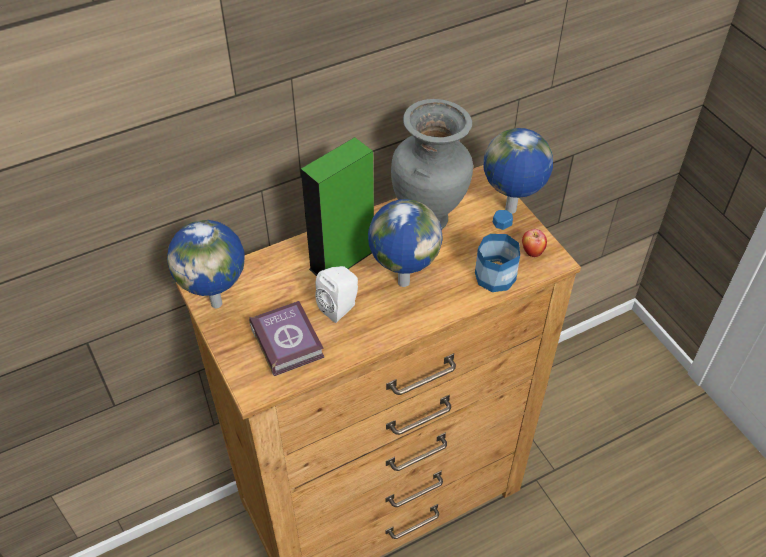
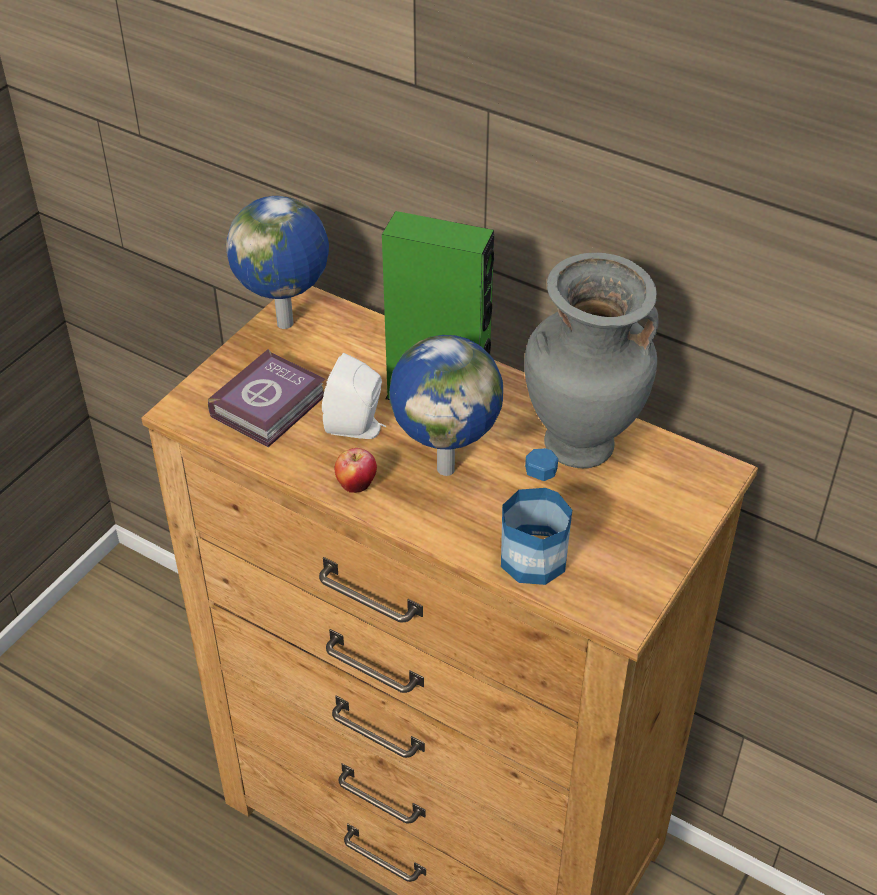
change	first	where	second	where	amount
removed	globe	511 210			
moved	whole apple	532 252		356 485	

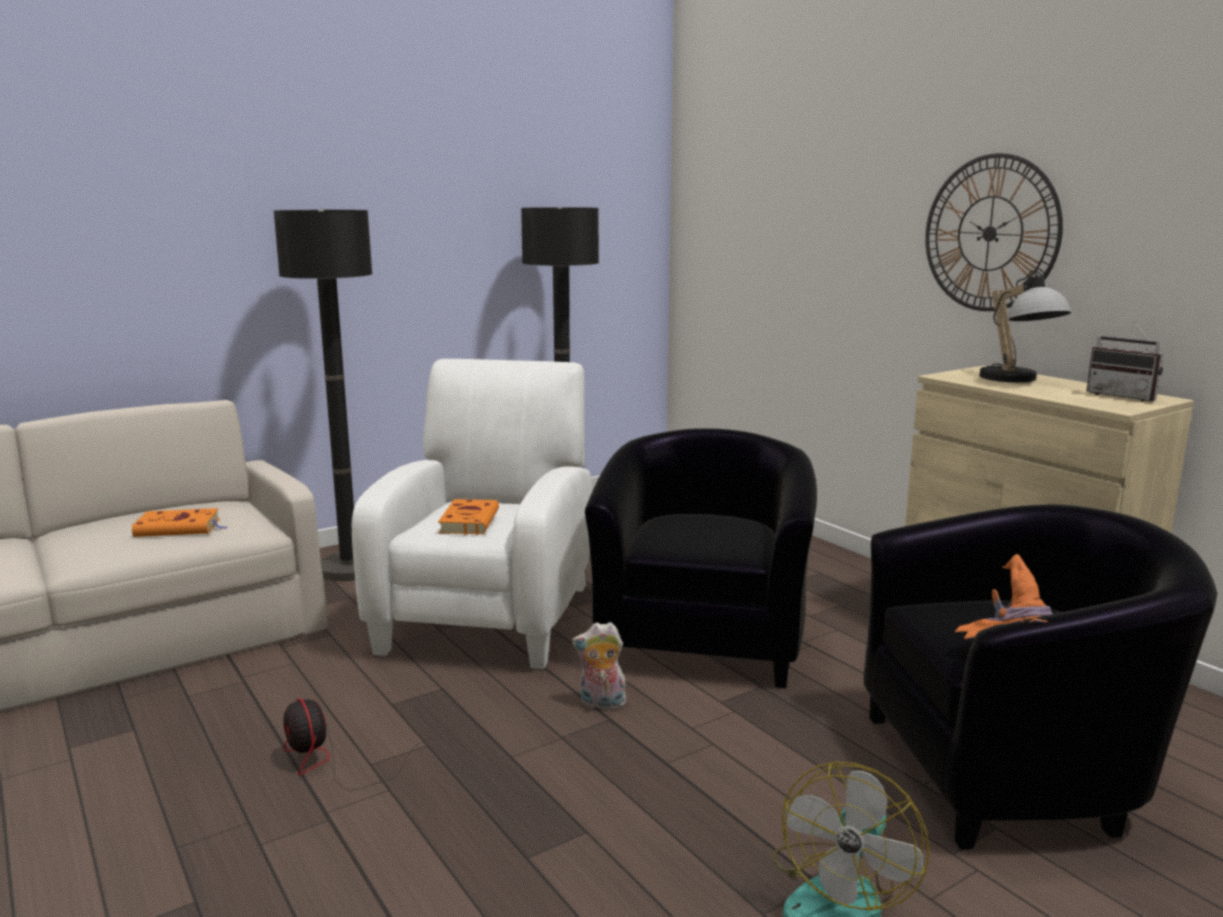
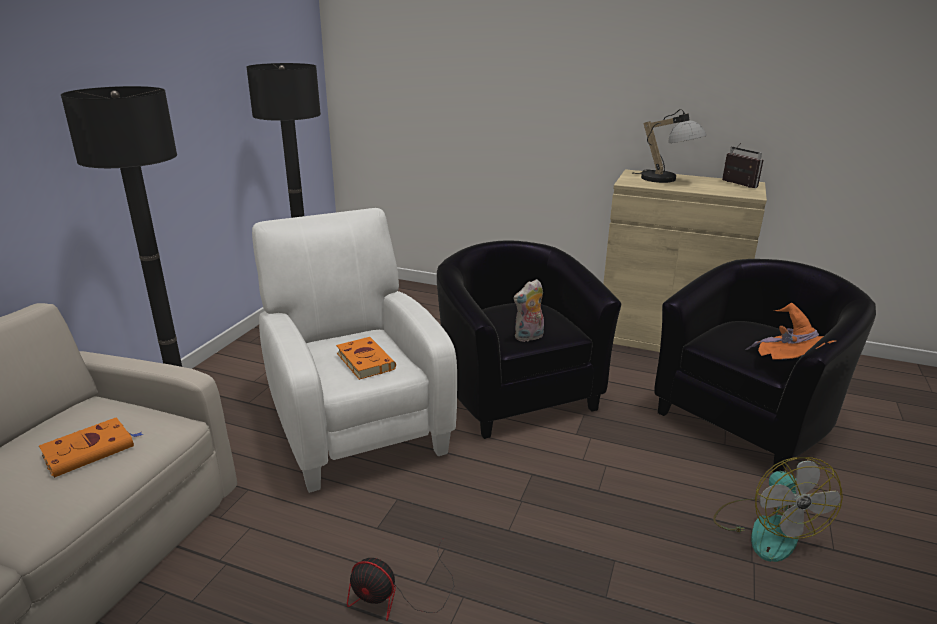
change	first	where	second	where	amount
moved	plush toy	601 704		529 337	
removed	clock on the wall	990 233			
turned	radio	1124 396		736 185	135 degrees counterclockwise

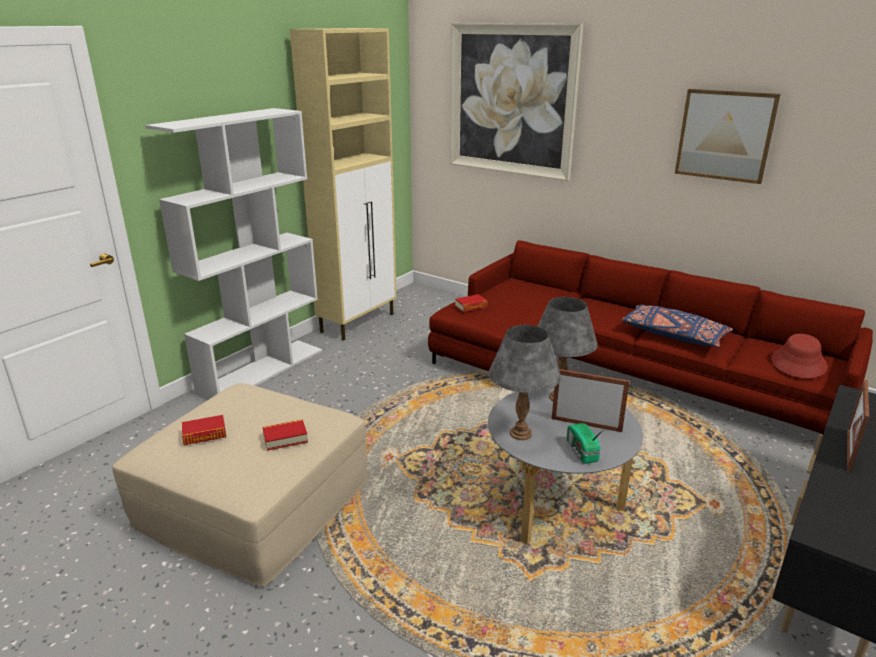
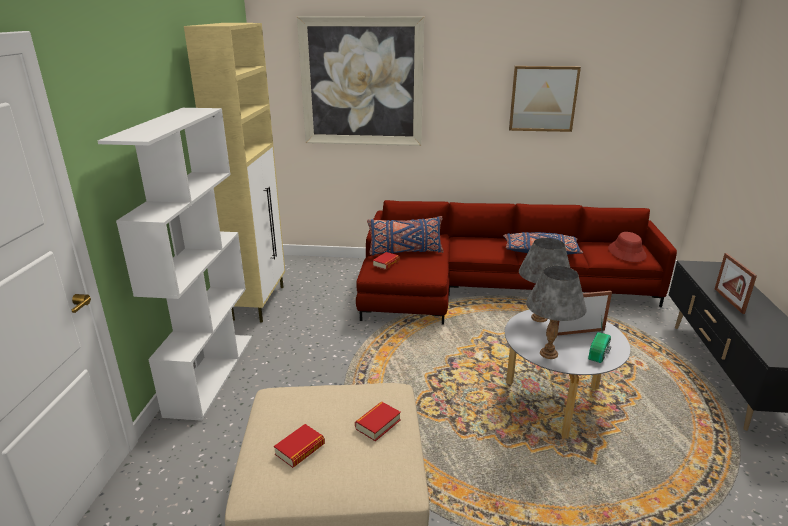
change	first	where	second	where	amount
turned	radio	581 452		599 353	105 degrees counterclockwise
added			blue-coloured pillow	405 251	

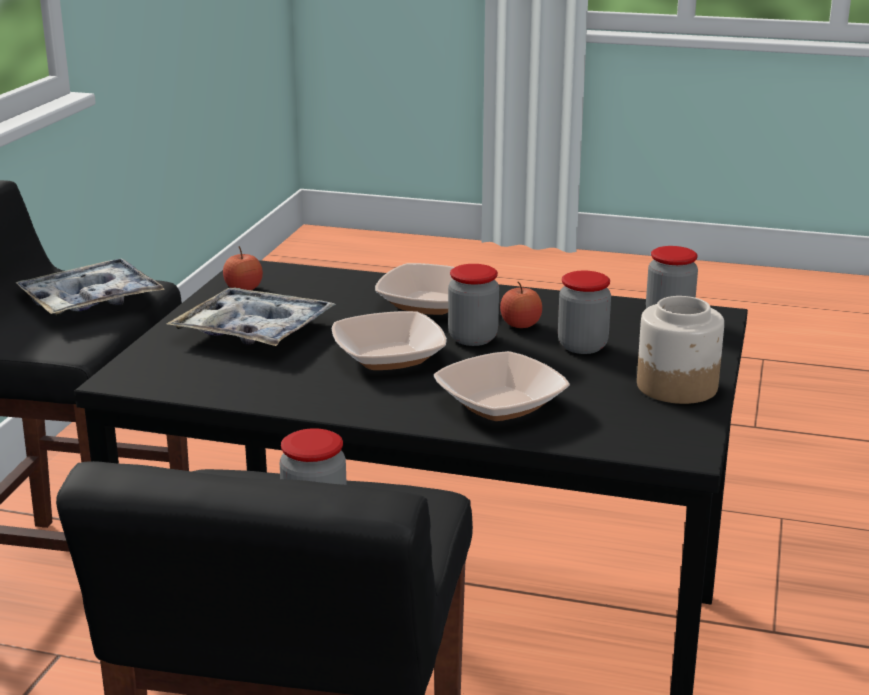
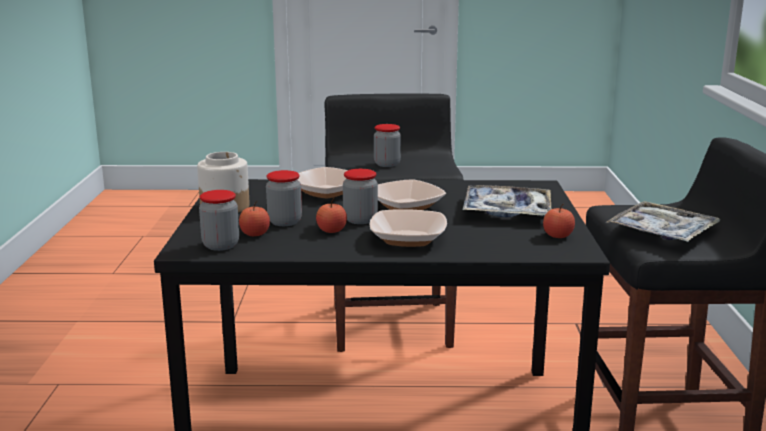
change	first	where	second	where	amount
added			whole apple	255 234	

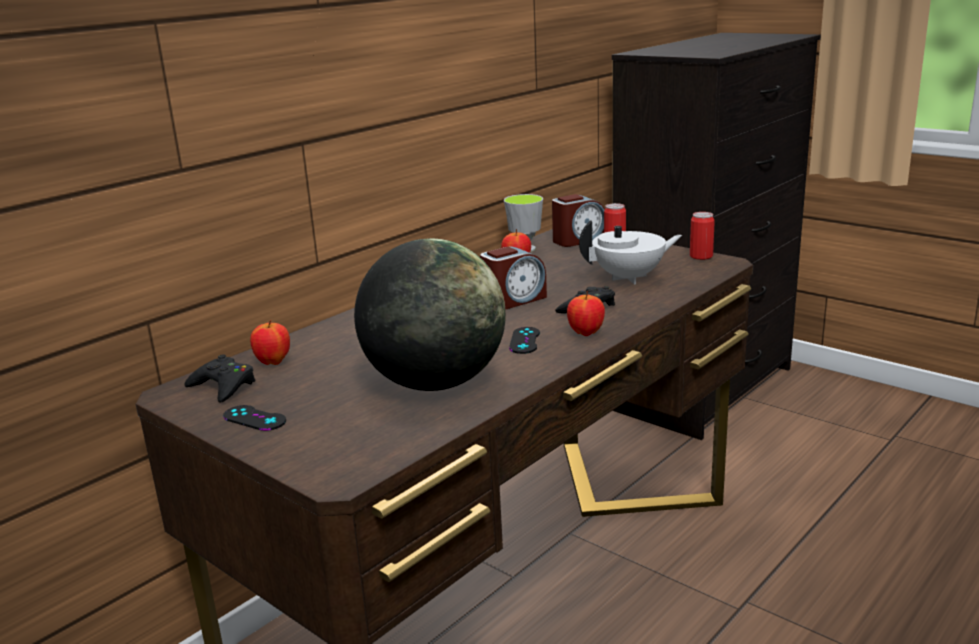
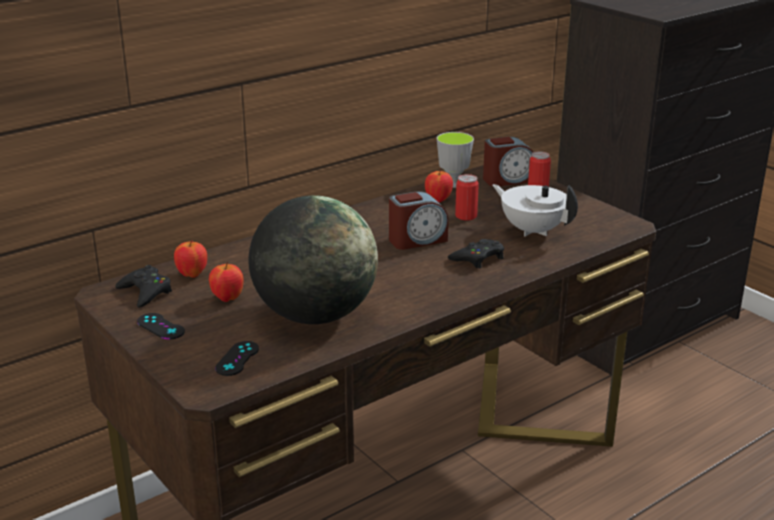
change	first	where	second	where	amount
moved	black-coloured gamepad	524 340		237 359	
moved	whole apple	586 333		227 298	
turned	white-coloured teapot	629 278		532 230	135 degrees counterclockwise
moved	metal can	701 256		466 216	

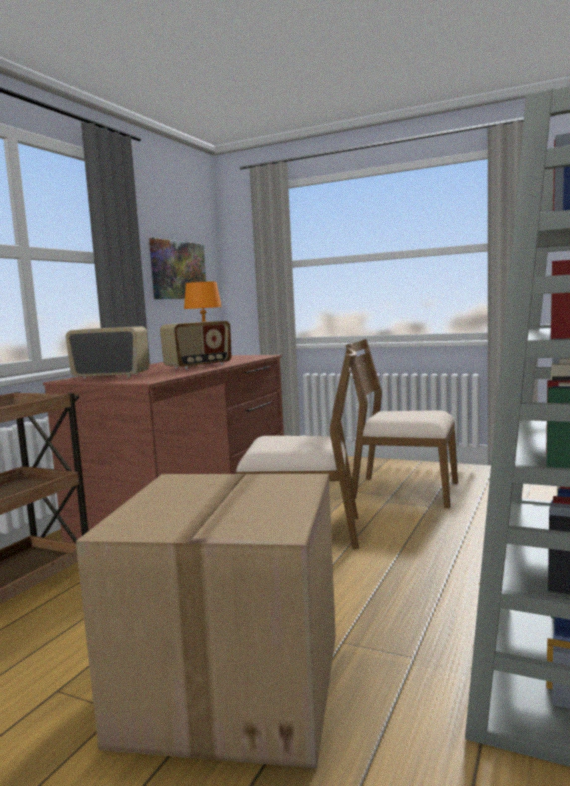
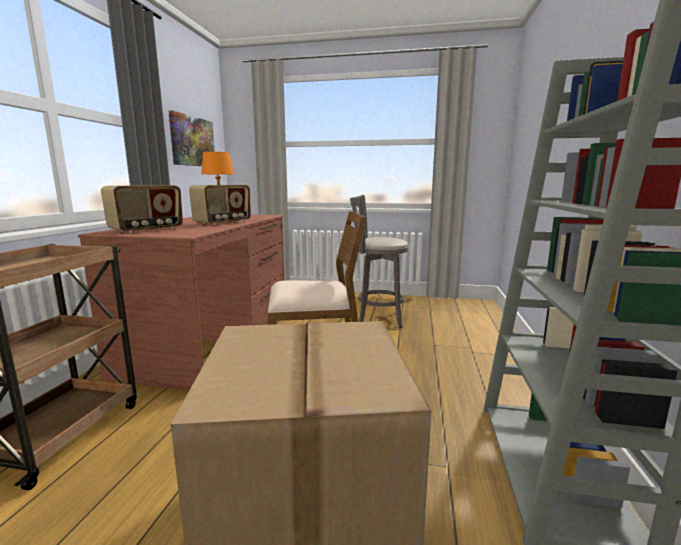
change	first	where	second	where	amount
turned	radio	111 376		147 230	135 degrees clockwise
replaced	brownish plain chair	404 491	gray stool	377 318	

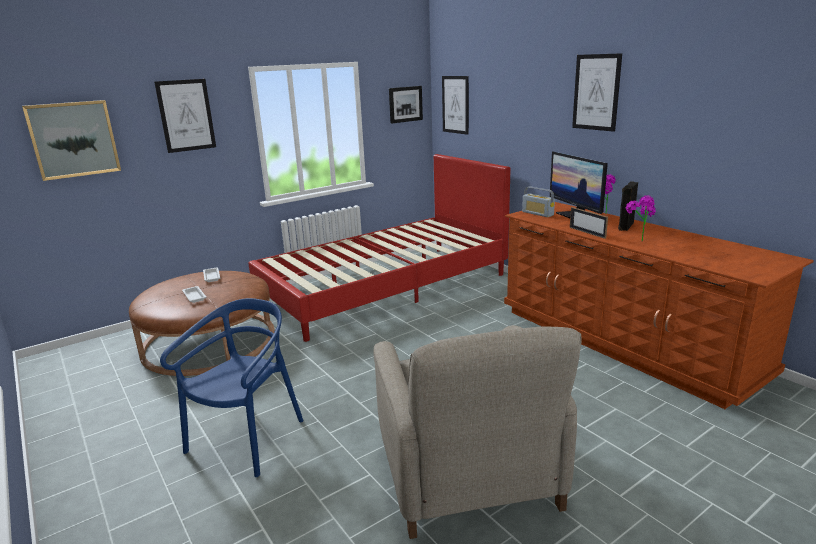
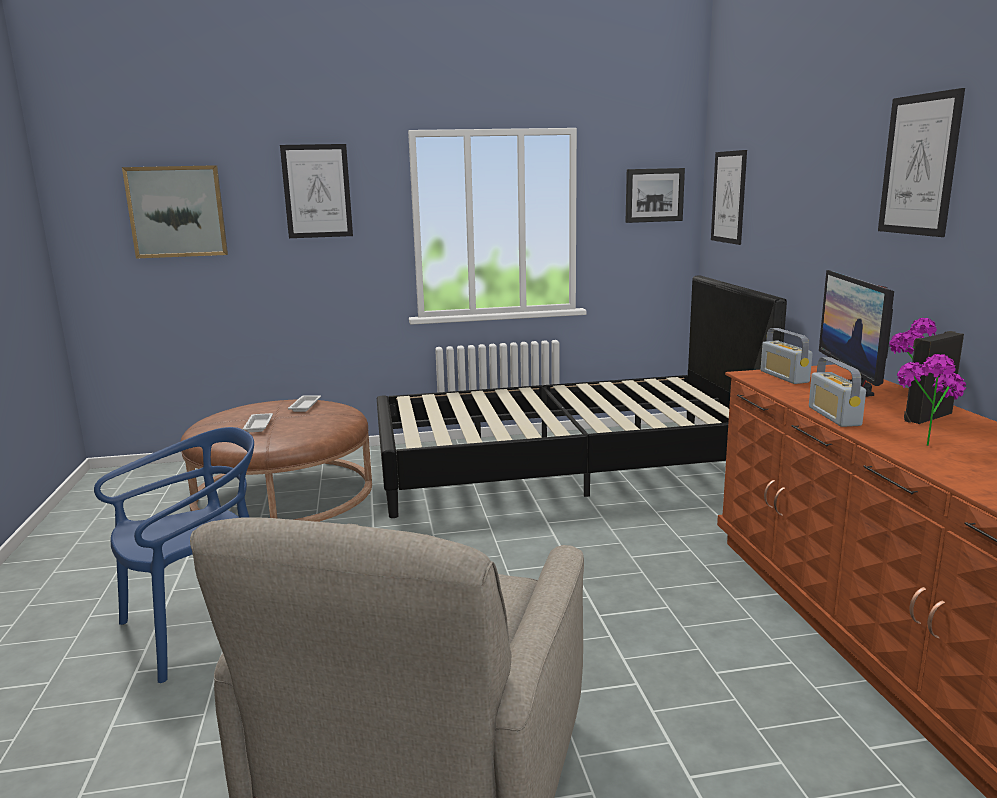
change	first	where	second	where	amount
recoloured	reddish bedroom bed	385 287	black-coloured bedroom bed	563 467	
replaced	picture frame	587 232	radio	834 416	

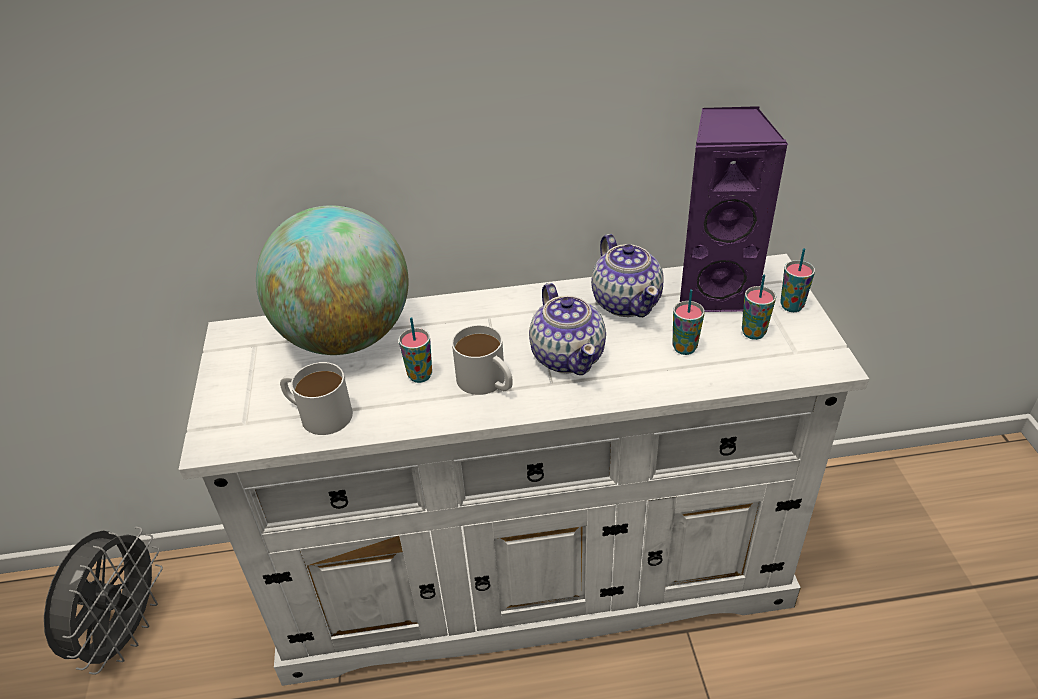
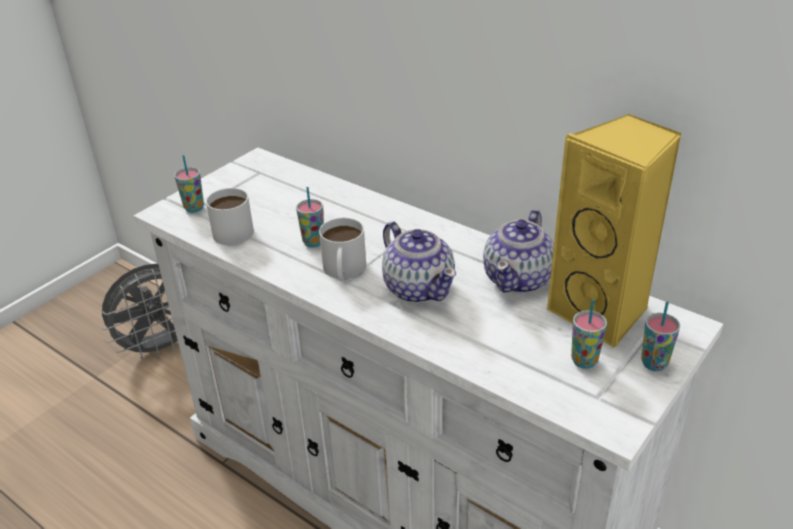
change	first	where	second	where	amount
removed	globe	346 337			
turned	teapot	568 356		419 288	60 degrees counterclockwise
moved	drinking cup	684 348		194 208	
recoloured	purple loudspeaker	714 292	yellowish loudspeaker	602 313	

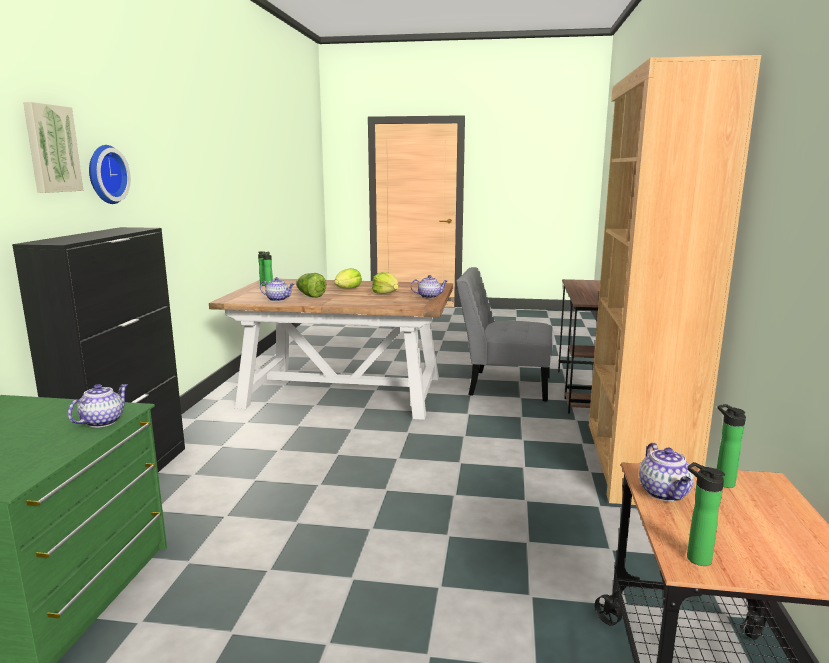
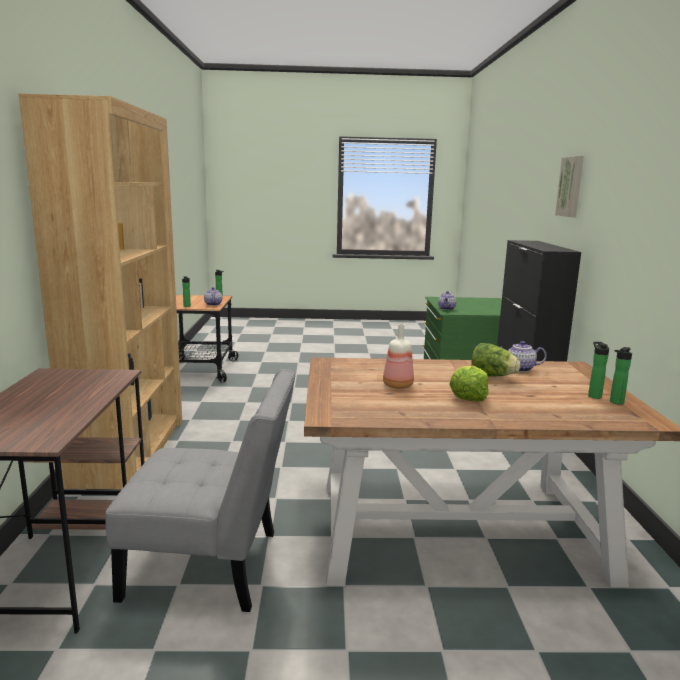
change	first	where	second	where	amount
removed	clock on the wall	105 174			
replaced	lettuce	386 293	bottle	398 386	
removed	teapot	429 296			

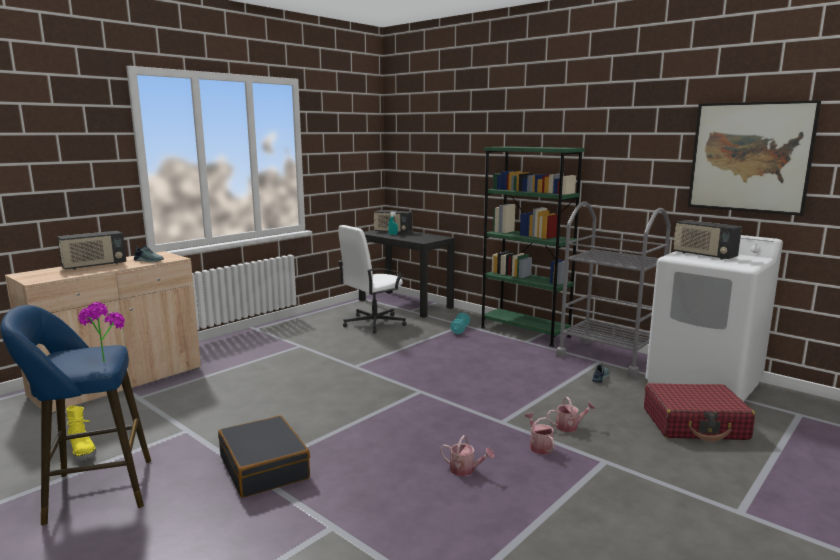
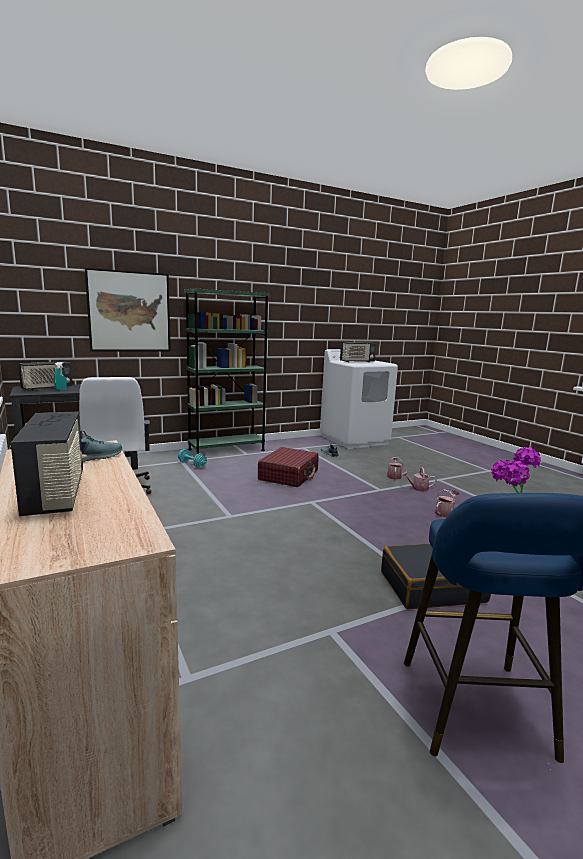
change	first	where	second	where	amount
removed	yellowish high-top boot	83 451			
removed	gray trolley	607 357			
moved	reddish suitcase	695 424		289 475	
moved	wall picture	750 157		129 311	

